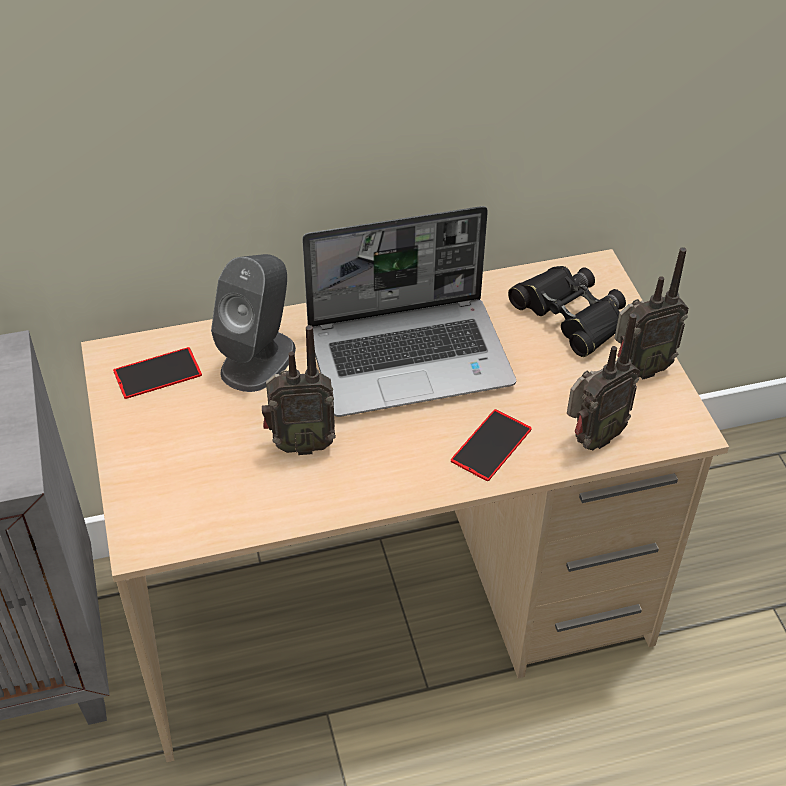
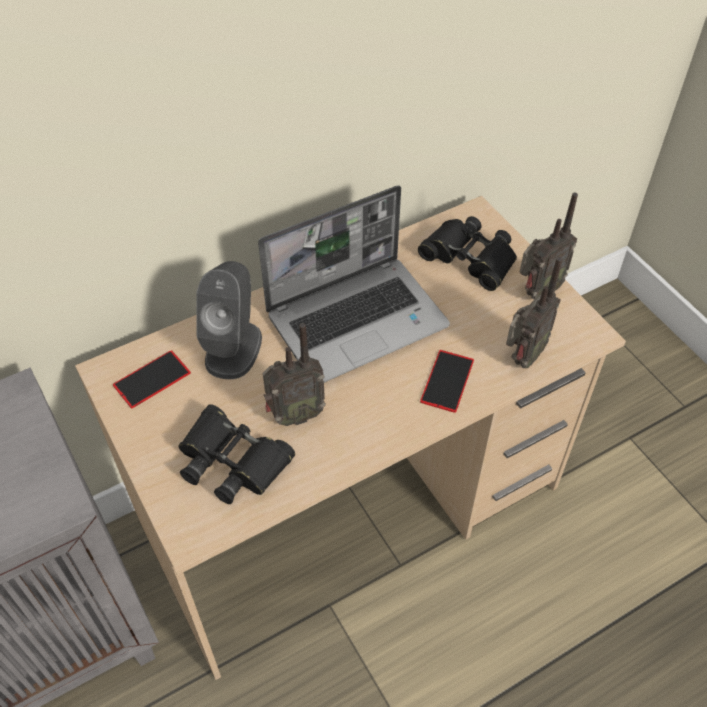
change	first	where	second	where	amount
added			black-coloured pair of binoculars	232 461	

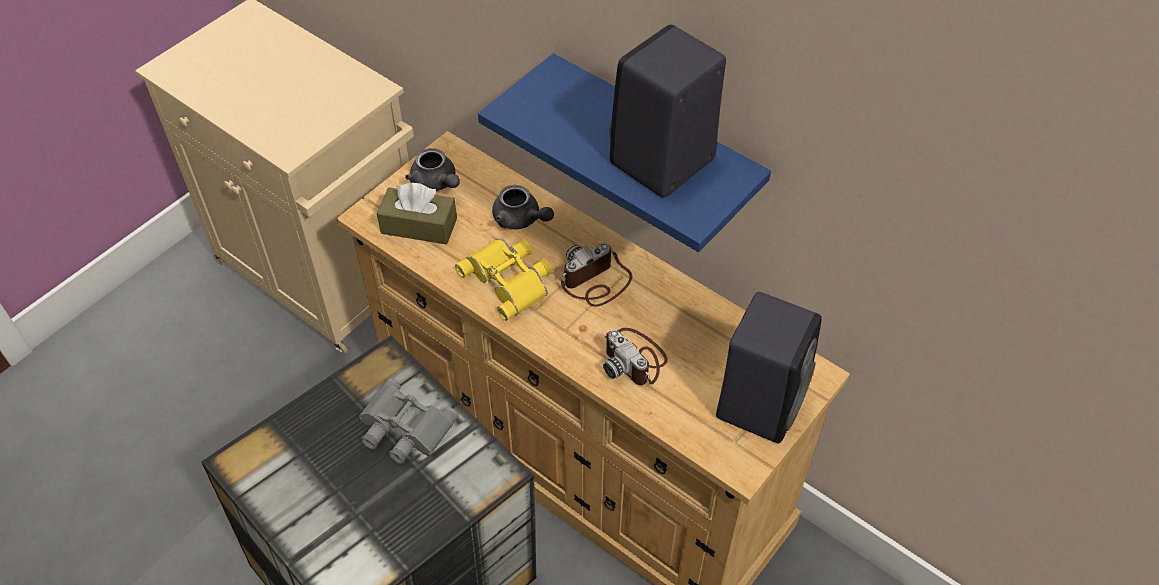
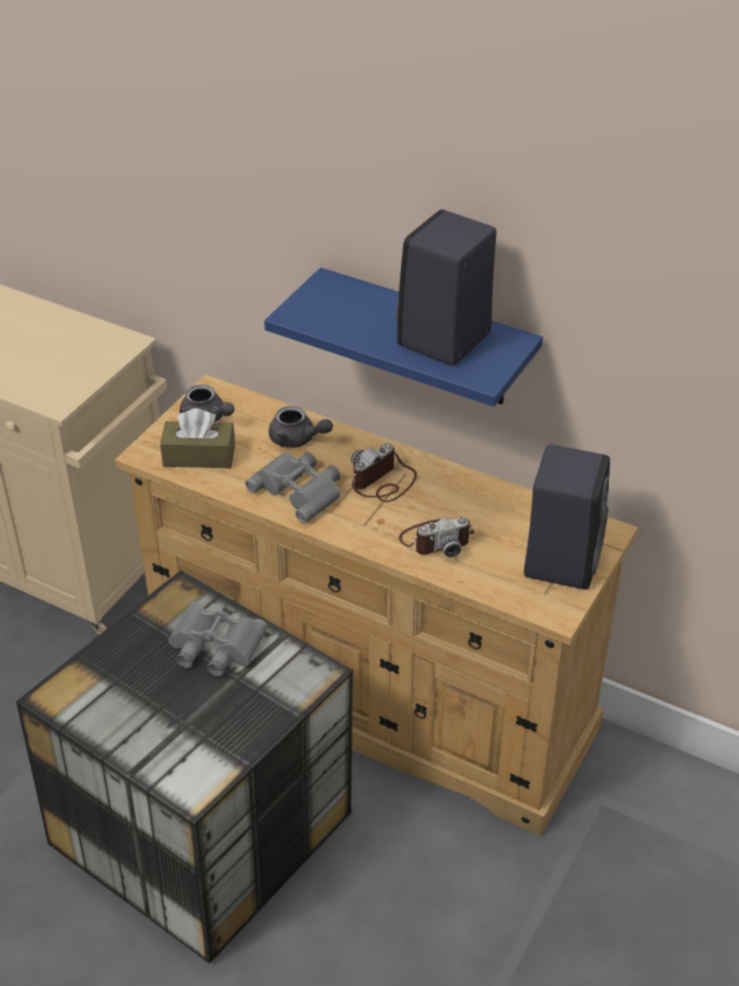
change	first	where	second	where	amount
recoloured	yellowish pair of binoculars	510 279	gray pair of binoculars	300 489	
turned	photo camera	634 359		436 540	60 degrees counterclockwise

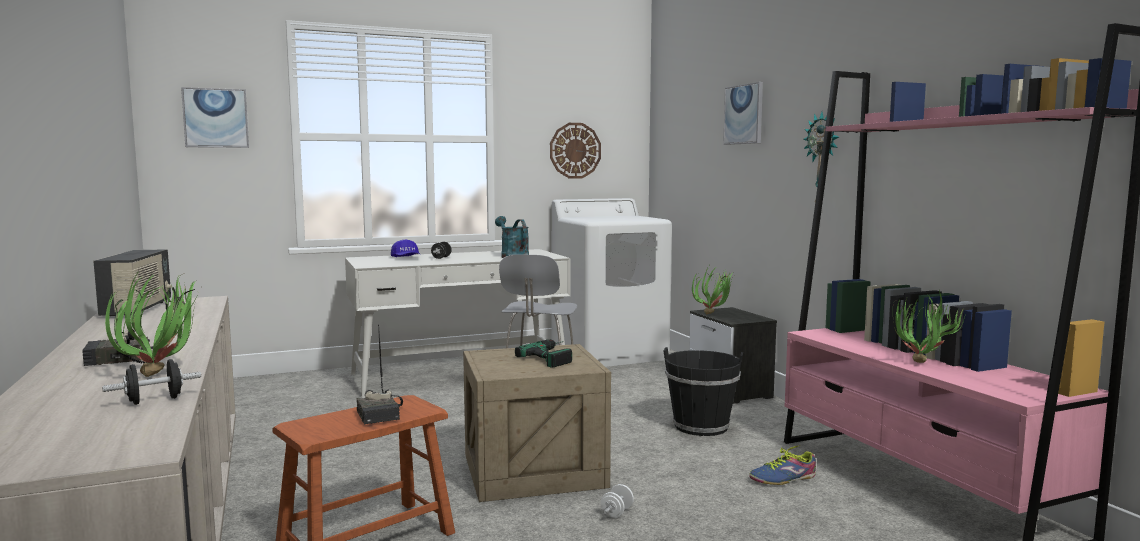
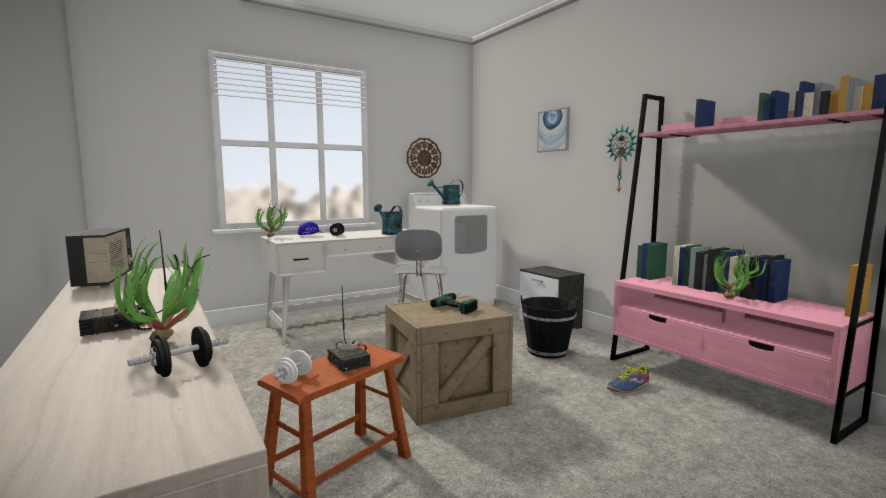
change	first	where	second	where	amount
removed	wall picture	216 118			
moved	white-coloured free weight	617 513		294 379	
moved	plant in a pot	714 314		274 237	
added			turquoise watering pot	447 204	

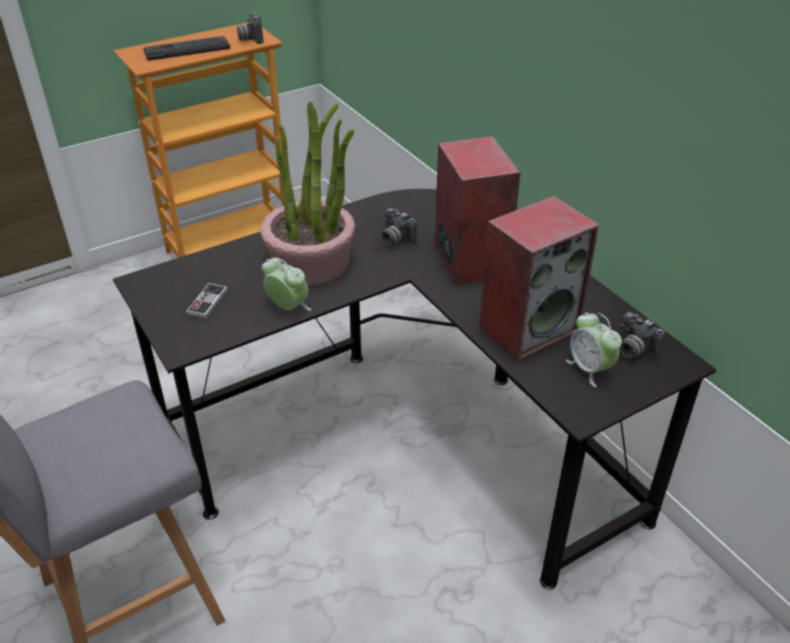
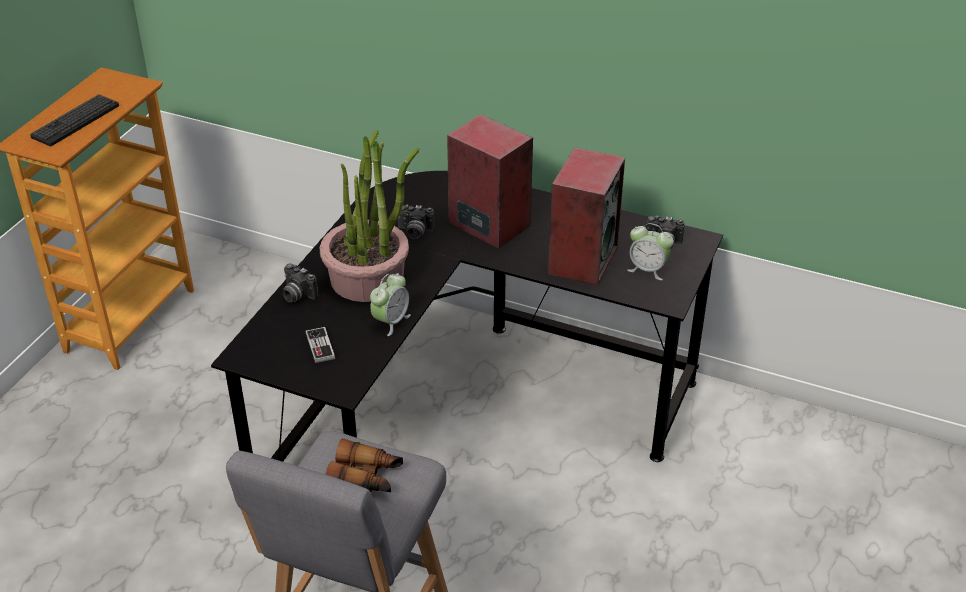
change	first	where	second	where	amount
moved	photo camera	250 39		297 295	
turned	table clock	288 307		391 321	120 degrees clockwise
added			pair of binoculars	366 477	

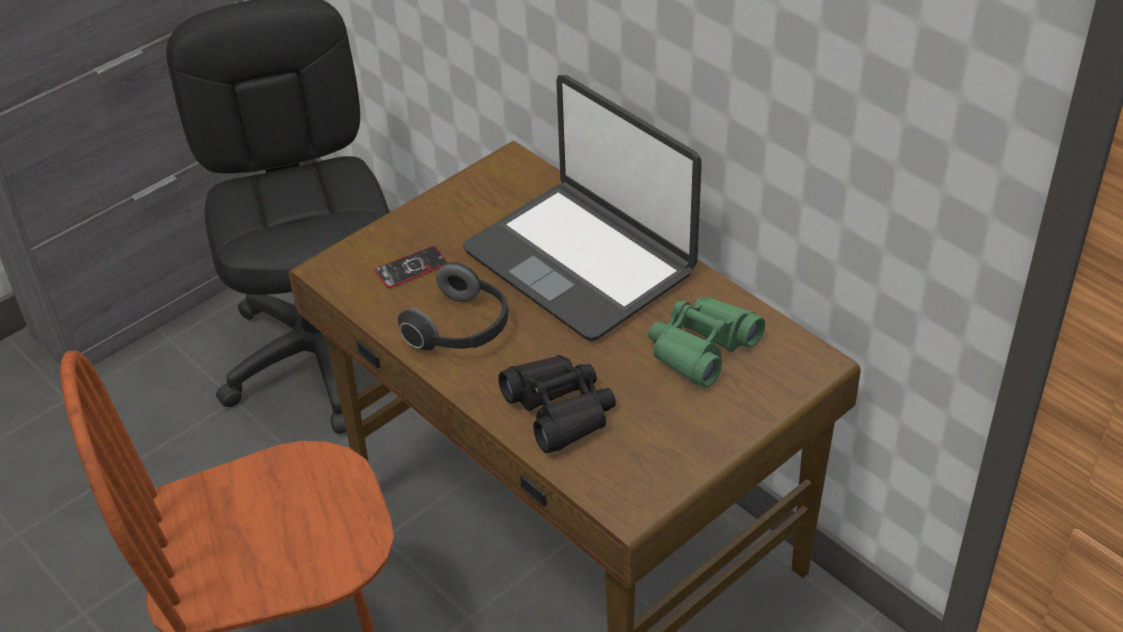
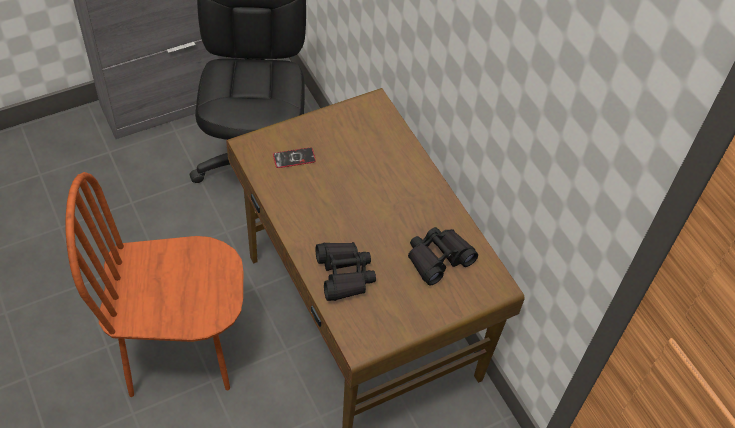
change	first	where	second	where	amount
removed	headphones	461 329			
removed	portable computer	581 260			
recoloured	green pair of binoculars	701 348	black-coloured pair of binoculars	438 258	

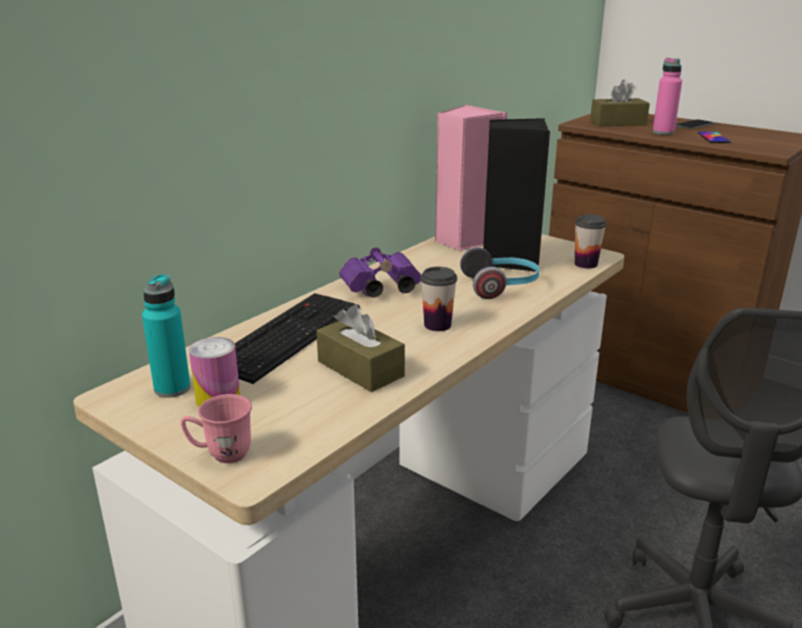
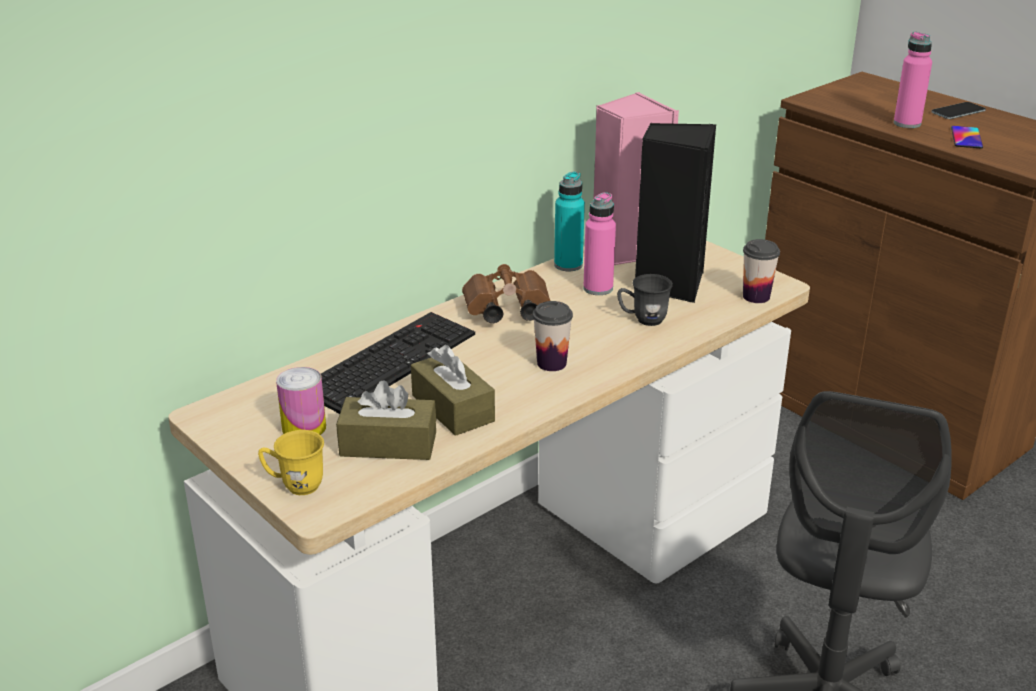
change	first	where	second	where	amount
moved	turquoise bottle	172 388		568 265	
recoloured	pinkish coffee mug	220 454	yellowish coffee mug	294 485	
recoloured	purple pair of binoculars	379 289	brownish pair of binoculars	504 312	
replaced	headphones	501 286	gray coffee mug	642 319	
moved	brownish tissue box	618 123		388 444	
added			pinkish bottle	598 288	

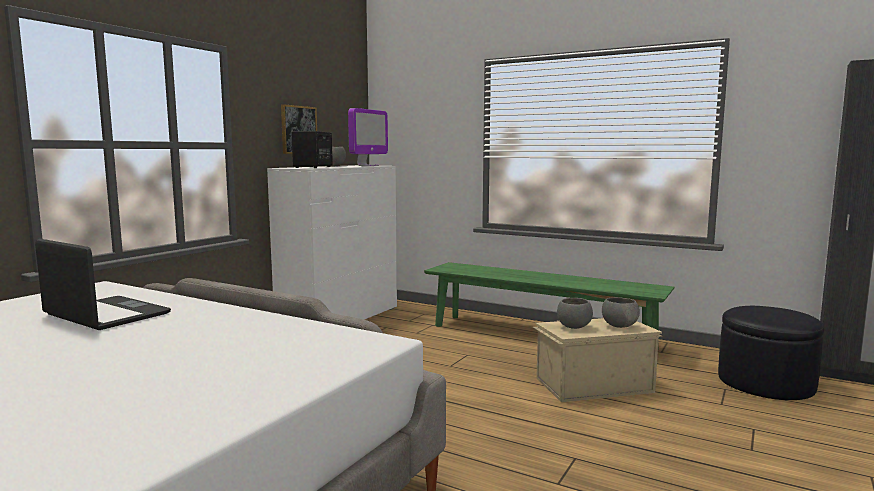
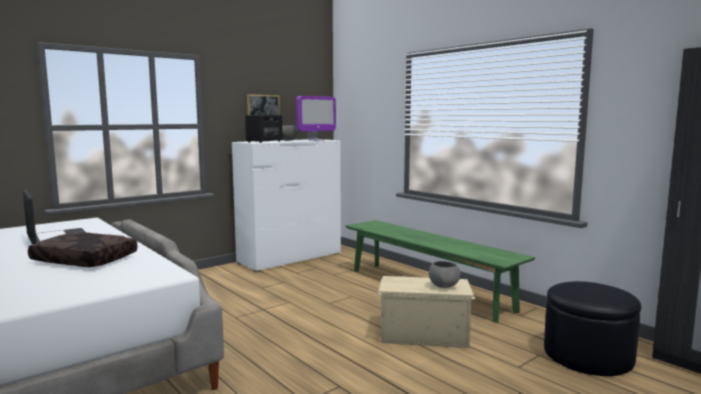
change	first	where	second	where	amount
removed	gray bowl	573 327			
added			brownish pillow	83 260	

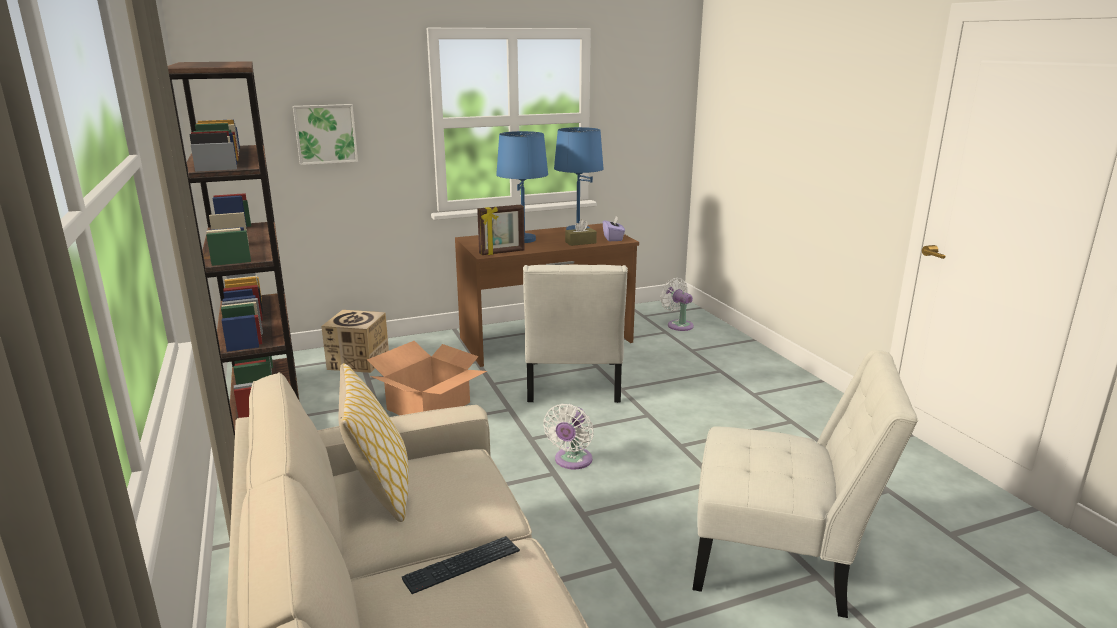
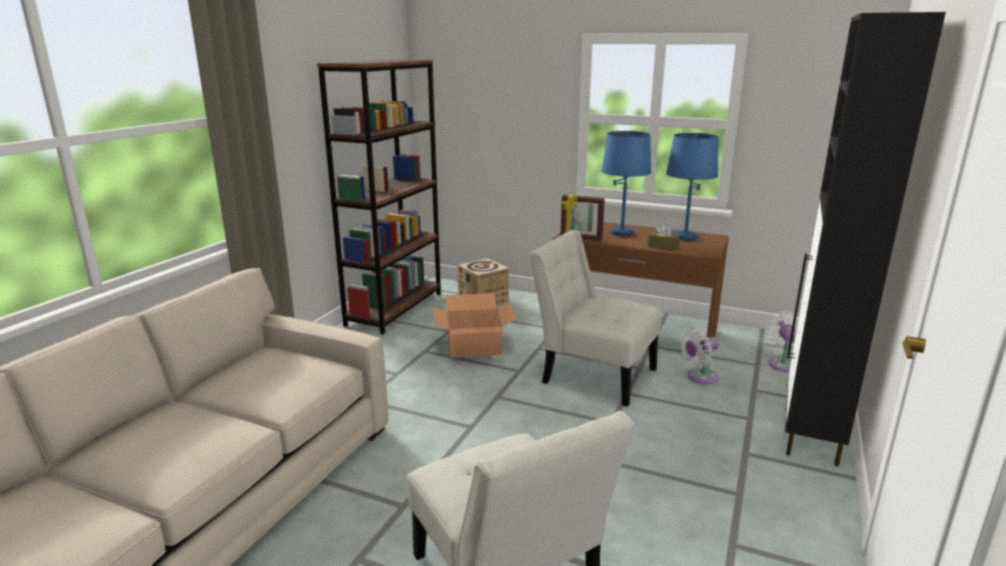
change	first	where	second	where	amount
removed	wall picture	325 134			
removed	pillow	379 491			
removed	computer keyboard	462 566			
turned	white-coloured plain chair	572 385		593 374	75 degrees clockwise
moved	white-coloured fan	571 461		699 377	
removed	purple tissue box	613 238			
added			black-coloured cabinet	810 431	

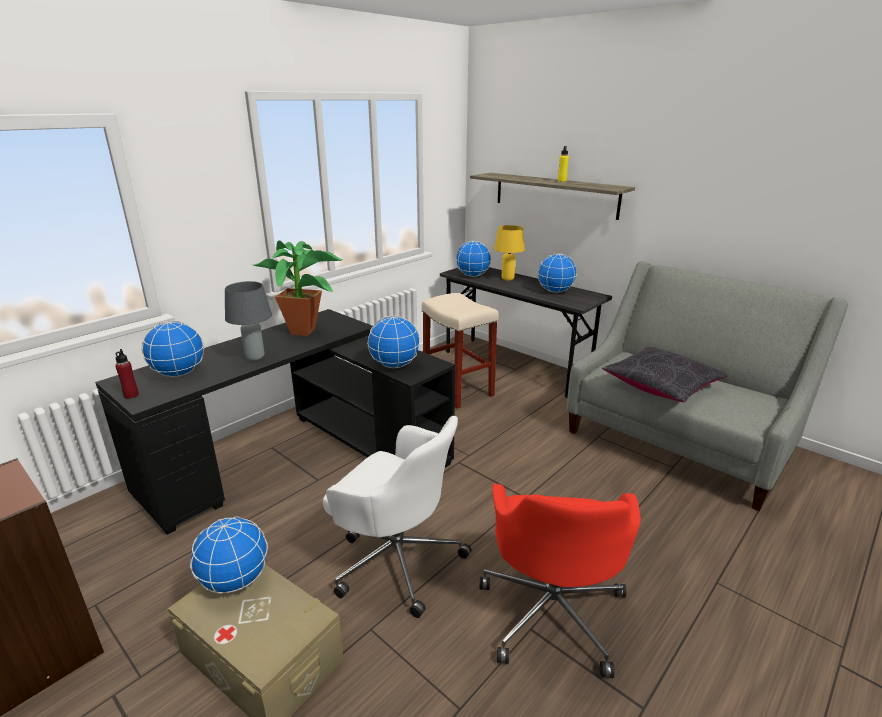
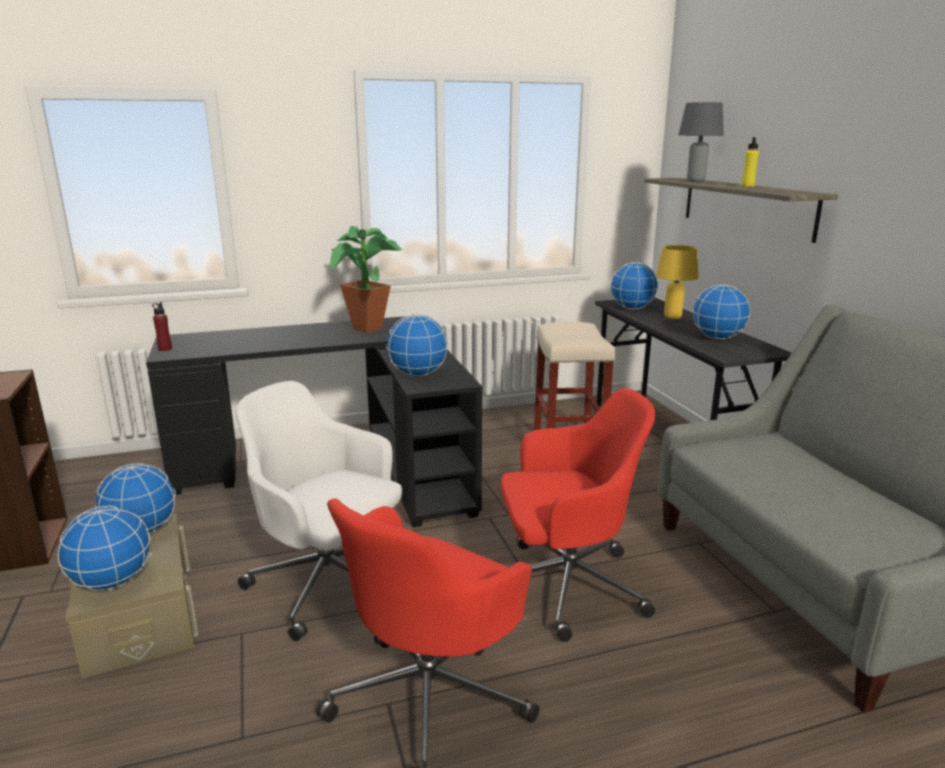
change	first	where	second	where	amount
moved	globe	179 374		112 582	
moved	gray tabletop lamp	255 357		696 181	
turned	white-coloured computer chair	396 558		329 583	150 degrees clockwise
removed	black-coloured pillow	661 386			
added			reddish computer chair	566 585	

